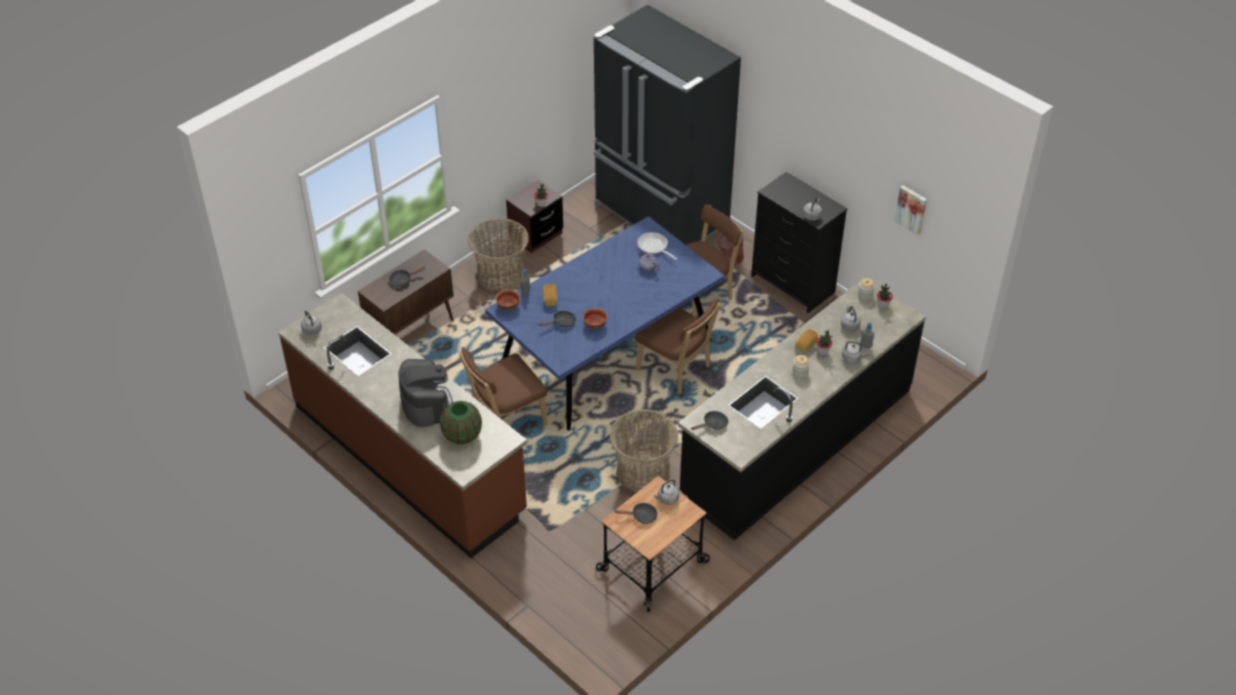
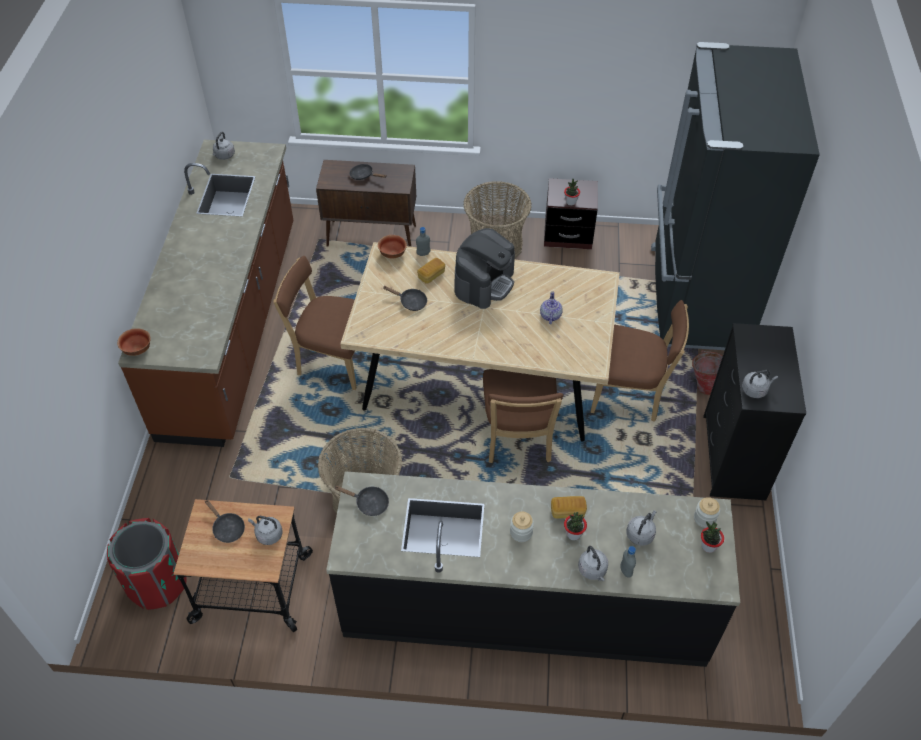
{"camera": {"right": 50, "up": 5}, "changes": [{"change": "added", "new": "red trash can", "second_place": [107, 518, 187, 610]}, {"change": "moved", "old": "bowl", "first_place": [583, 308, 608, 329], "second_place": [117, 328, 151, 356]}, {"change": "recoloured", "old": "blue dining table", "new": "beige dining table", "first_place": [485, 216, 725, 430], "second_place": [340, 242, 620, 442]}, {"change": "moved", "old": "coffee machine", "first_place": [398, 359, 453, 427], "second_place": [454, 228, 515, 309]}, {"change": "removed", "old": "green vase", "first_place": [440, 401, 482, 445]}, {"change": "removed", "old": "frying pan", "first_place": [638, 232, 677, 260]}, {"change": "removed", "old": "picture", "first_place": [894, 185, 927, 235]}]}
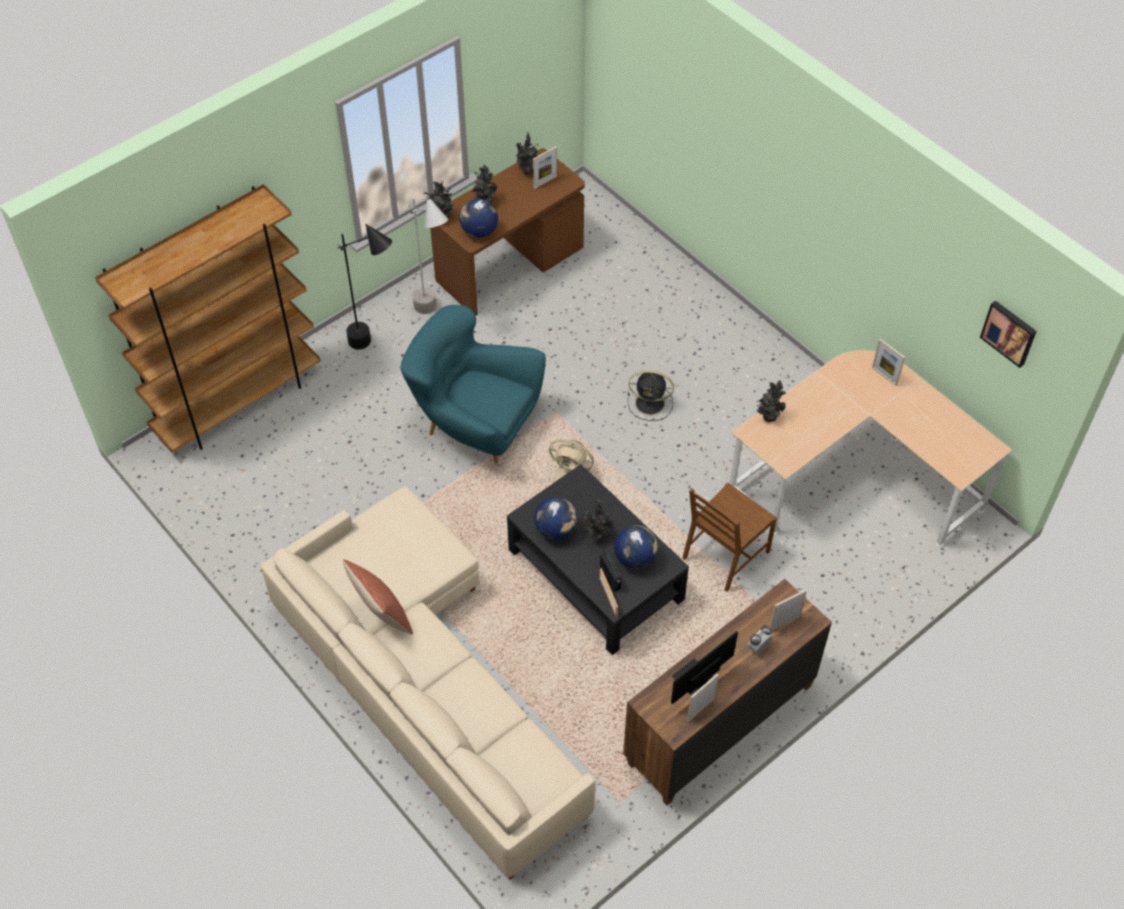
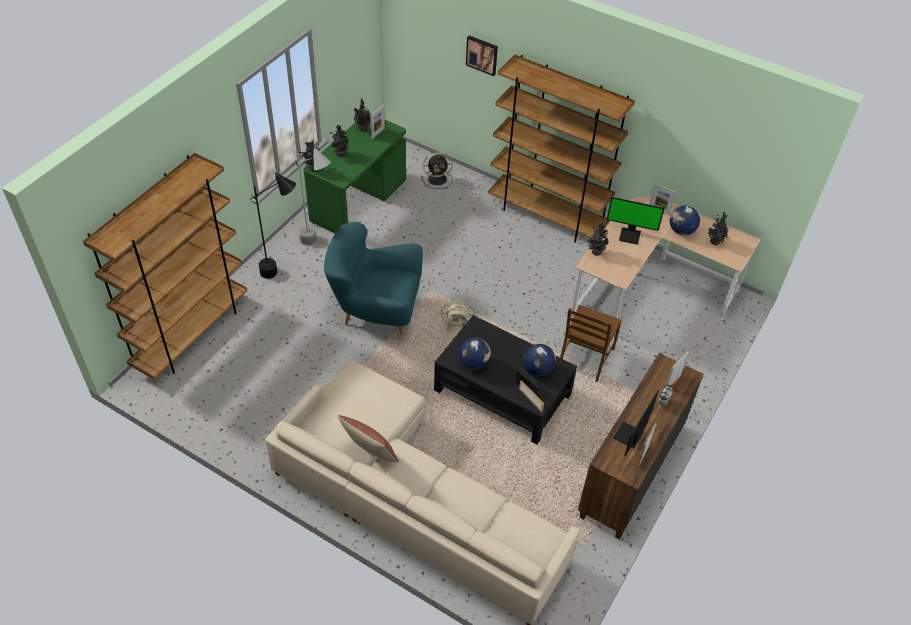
{"camera": {"right": -20, "up": -5}, "changes": [{"change": "recoloured", "old": "brown desk", "new": "green desk", "first_place": [430, 148, 585, 316], "second_place": [303, 113, 406, 234]}, {"change": "moved", "old": "black fan", "first_place": [628, 370, 674, 421], "second_place": [421, 153, 453, 189]}, {"change": "moved", "old": "picture", "first_place": [980, 301, 1037, 368], "second_place": [466, 36, 498, 76]}, {"change": "added", "new": "brown bookcase", "second_place": [488, 54, 635, 243]}, {"change": "added", "new": "monitor", "second_place": [607, 197, 664, 245]}, {"change": "moved", "old": "globe", "first_place": [460, 199, 498, 238], "second_place": [670, 206, 700, 235]}, {"change": "moved", "old": "potted plant", "first_place": [583, 500, 614, 541], "second_place": [708, 212, 730, 245]}]}
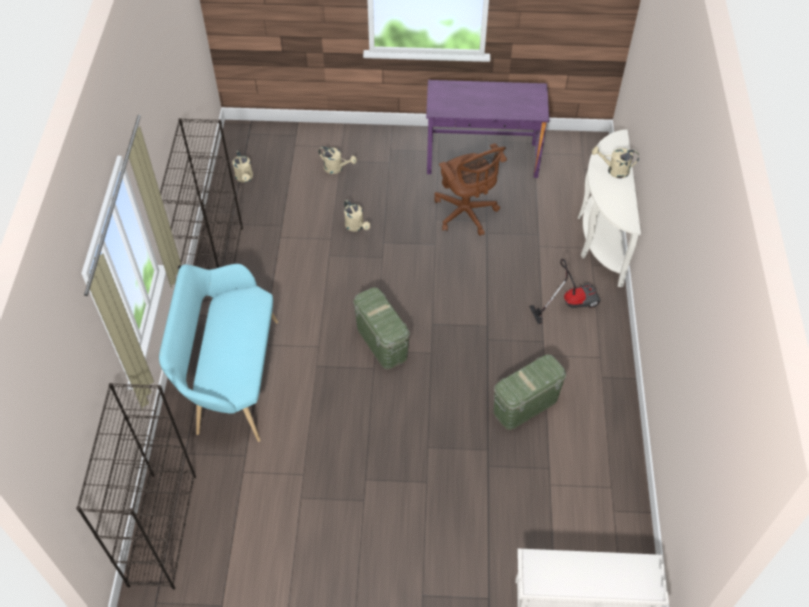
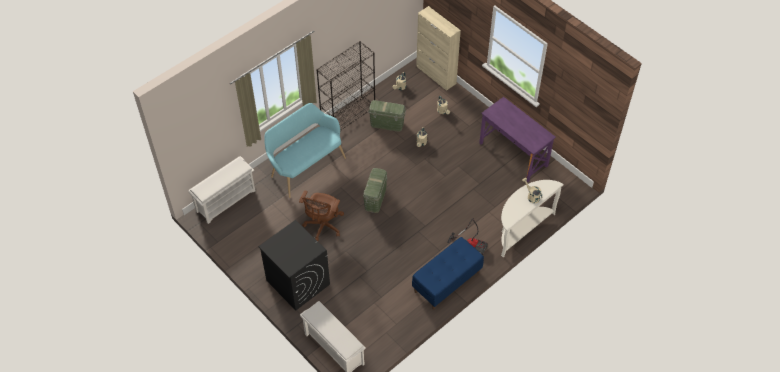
{"camera": {"right": 45, "up": 0}, "changes": [{"change": "replaced", "old": "black bookcase", "new": "white shoe rack", "first_place": [76, 383, 196, 590], "second_place": [188, 156, 255, 224]}, {"change": "added", "new": "black washing machine", "second_place": [258, 220, 330, 310]}, {"change": "moved", "old": "brown office chair", "first_place": [434, 143, 507, 236], "second_place": [299, 190, 344, 241]}, {"change": "moved", "old": "green storage box", "first_place": [493, 354, 566, 430], "second_place": [368, 100, 406, 132]}, {"change": "added", "new": "blue bench", "second_place": [412, 237, 484, 310]}, {"change": "added", "new": "beige cabinet", "second_place": [416, 6, 461, 91]}]}
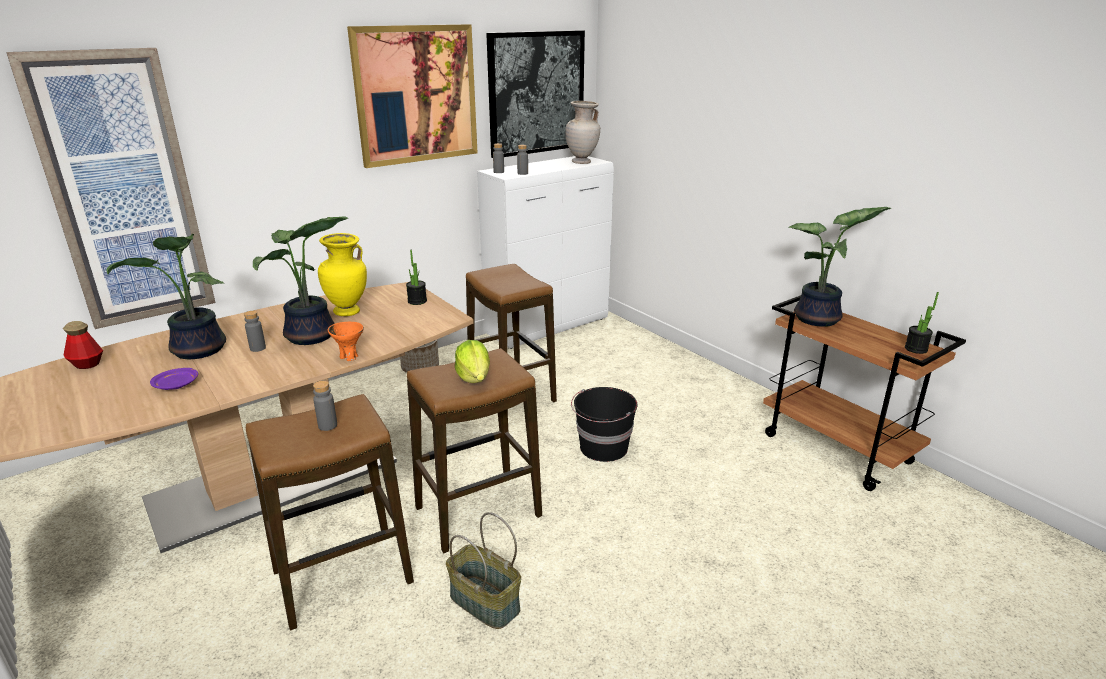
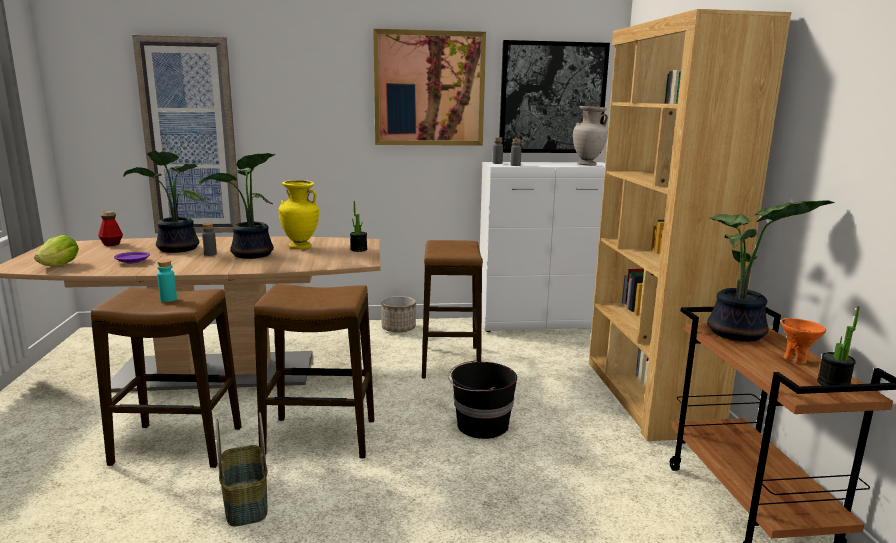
{"camera": {"right": 30, "up": -10}, "changes": [{"change": "moved", "old": "lettuce", "first_place": [455, 340, 490, 383], "second_place": [34, 235, 79, 266]}, {"change": "recoloured", "old": "grey bottle", "new": "turquoise bottle", "first_place": [313, 381, 337, 431], "second_place": [157, 260, 177, 302]}, {"change": "added", "new": "brown bookcase", "second_place": [589, 9, 791, 441]}, {"change": "moved", "old": "orange bowl", "first_place": [328, 322, 364, 361], "second_place": [781, 318, 826, 364]}]}
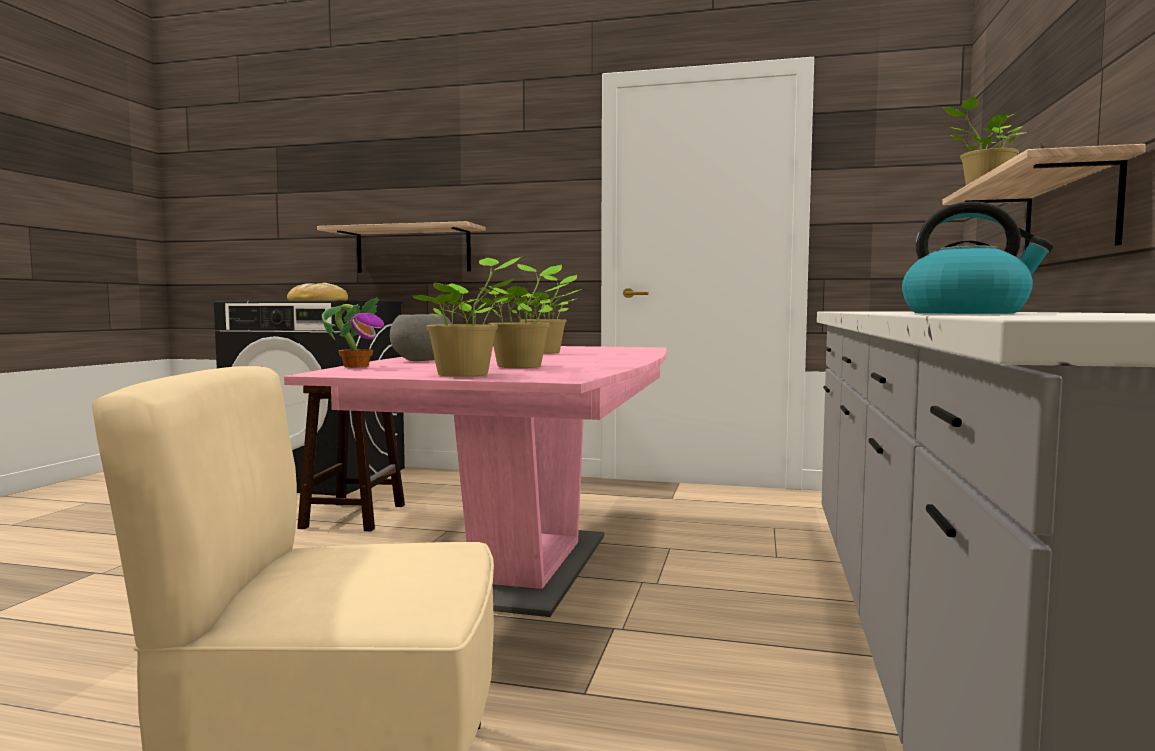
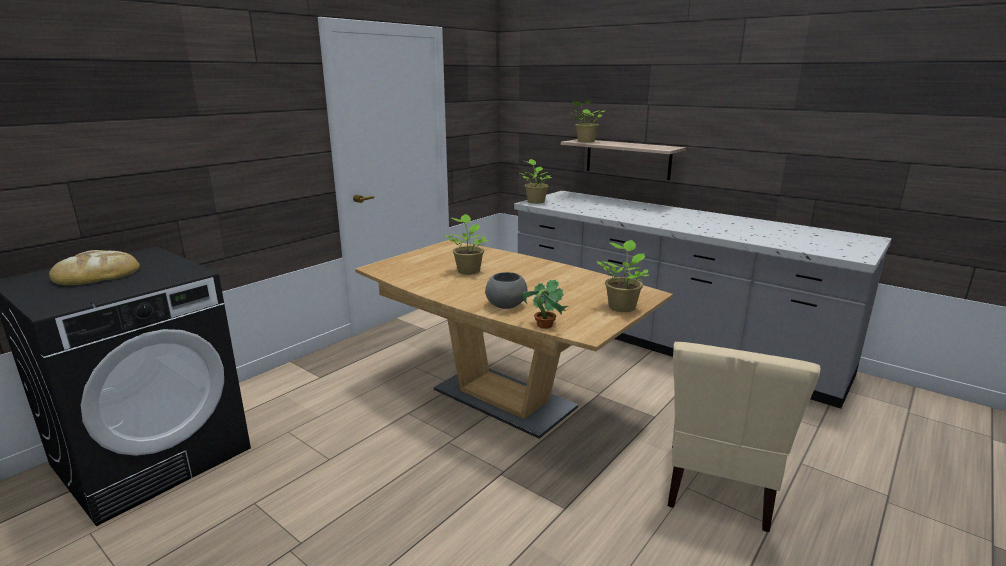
{"camera": {"right": -65, "up": 15}, "changes": [{"change": "recoloured", "old": "pink dining table", "new": "brown dining table", "first_place": [284, 346, 667, 617], "second_place": [355, 240, 673, 439]}, {"change": "moved", "old": "potted plant", "first_place": [479, 264, 569, 368], "second_place": [520, 159, 552, 204]}, {"change": "removed", "old": "brown stool", "first_place": [297, 386, 405, 531]}, {"change": "removed", "old": "shelf", "first_place": [317, 221, 486, 273]}, {"change": "removed", "old": "kettle", "first_place": [902, 201, 1054, 314]}]}
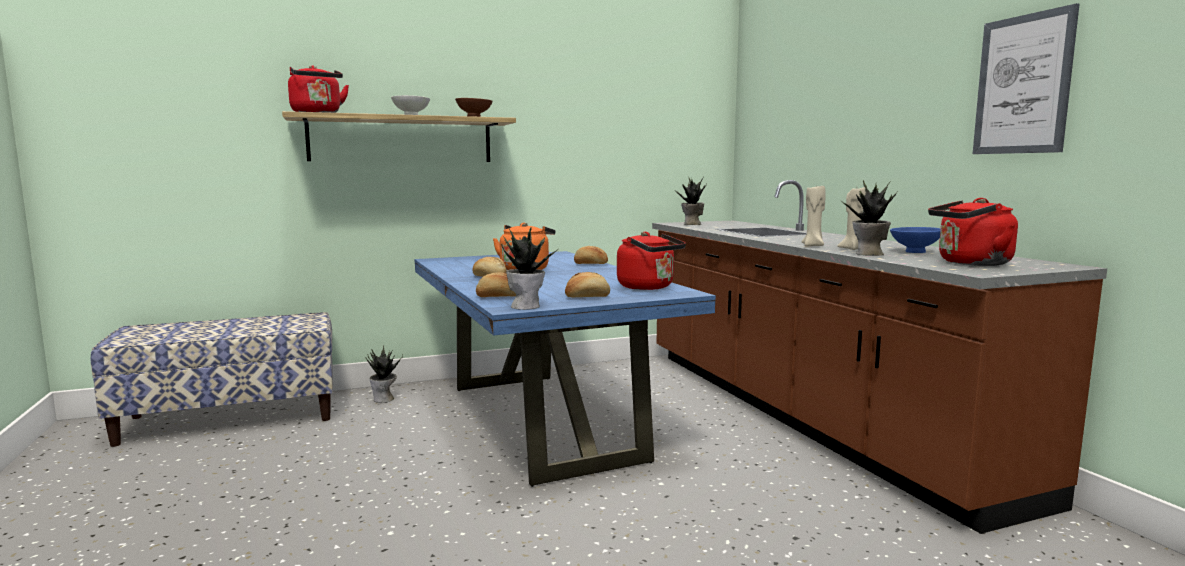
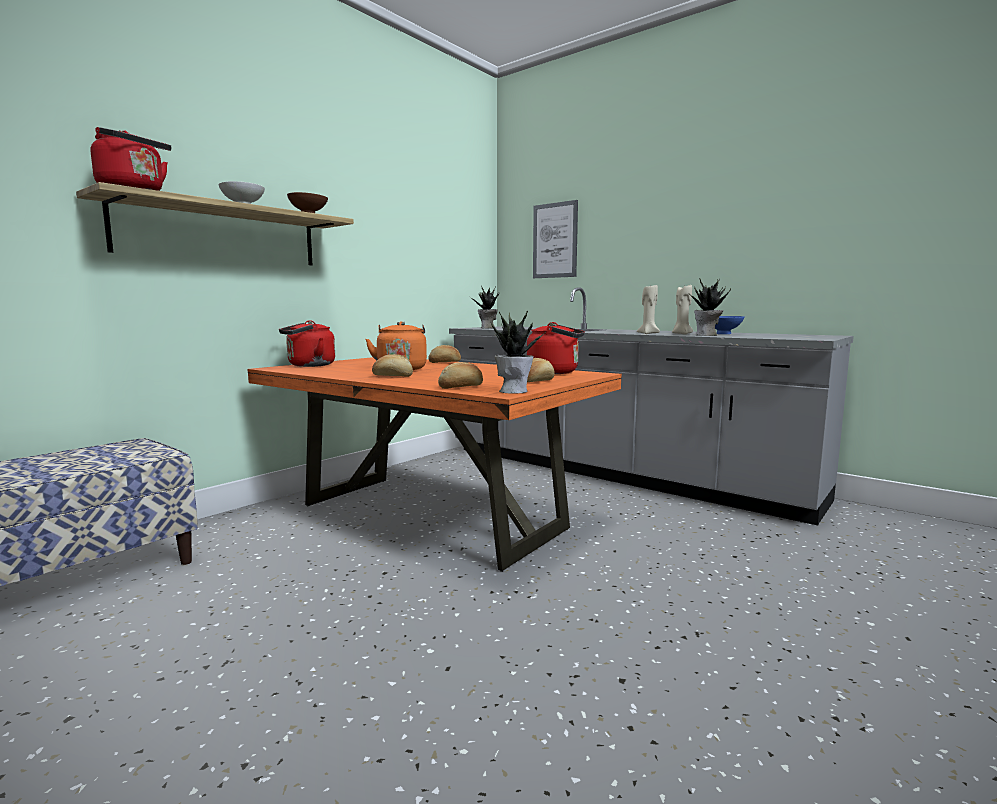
{"camera": {"right": -30, "up": 0}, "changes": [{"change": "recoloured", "old": "blue dining table", "new": "orange dining table", "first_place": [415, 251, 716, 487], "second_place": [247, 357, 622, 572]}, {"change": "moved", "old": "red kettle", "first_place": [928, 198, 1018, 266], "second_place": [279, 320, 335, 367]}, {"change": "recoloured", "old": "brown counter", "new": "grey counter", "first_place": [652, 180, 1107, 534], "second_place": [449, 287, 854, 525]}, {"change": "moved", "old": "picture", "first_place": [973, 3, 1079, 154], "second_place": [533, 200, 578, 278]}, {"change": "removed", "old": "potted plant", "first_place": [366, 345, 403, 403]}]}
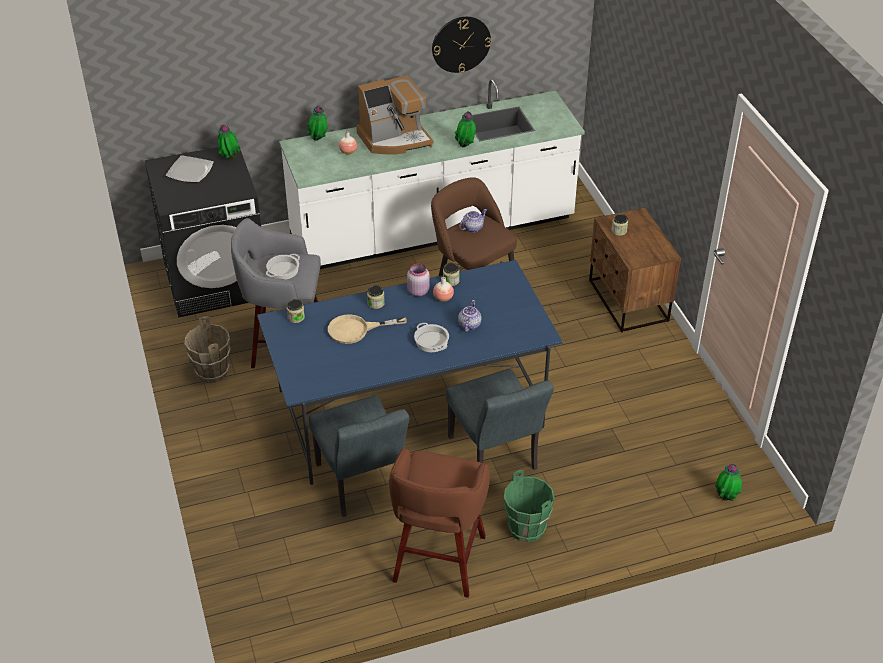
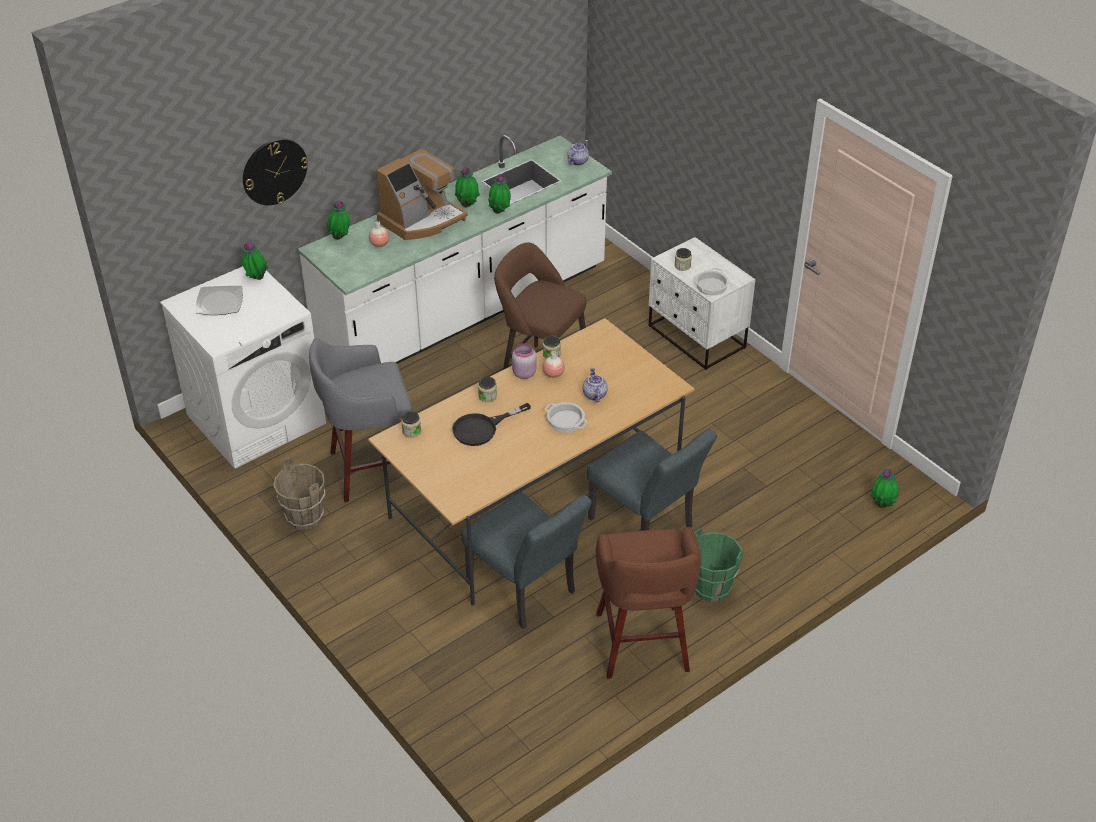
{"camera": {"right": -20, "up": 0}, "changes": [{"change": "recoloured", "old": "black washing machine", "new": "white washing machine", "first_place": [144, 147, 261, 318], "second_place": [160, 266, 326, 469]}, {"change": "moved", "old": "wall clock", "first_place": [432, 17, 491, 73], "second_place": [243, 139, 308, 205]}, {"change": "recoloured", "old": "blue dining table", "new": "beige dining table", "first_place": [257, 260, 563, 485], "second_place": [368, 318, 694, 606]}, {"change": "recoloured", "old": "beige frying pan", "new": "black frying pan", "first_place": [328, 314, 407, 344], "second_place": [452, 403, 531, 446]}, {"change": "added", "new": "potted plant", "second_place": [455, 167, 480, 208]}, {"change": "moved", "old": "teapot", "first_place": [459, 209, 487, 233], "second_place": [567, 140, 589, 165]}, {"change": "recoloured", "old": "brown nightstand", "new": "white nightstand", "first_place": [589, 208, 681, 332], "second_place": [649, 237, 755, 370]}, {"change": "moved", "old": "cooking pot", "first_place": [266, 254, 300, 279], "second_place": [696, 268, 729, 296]}]}
